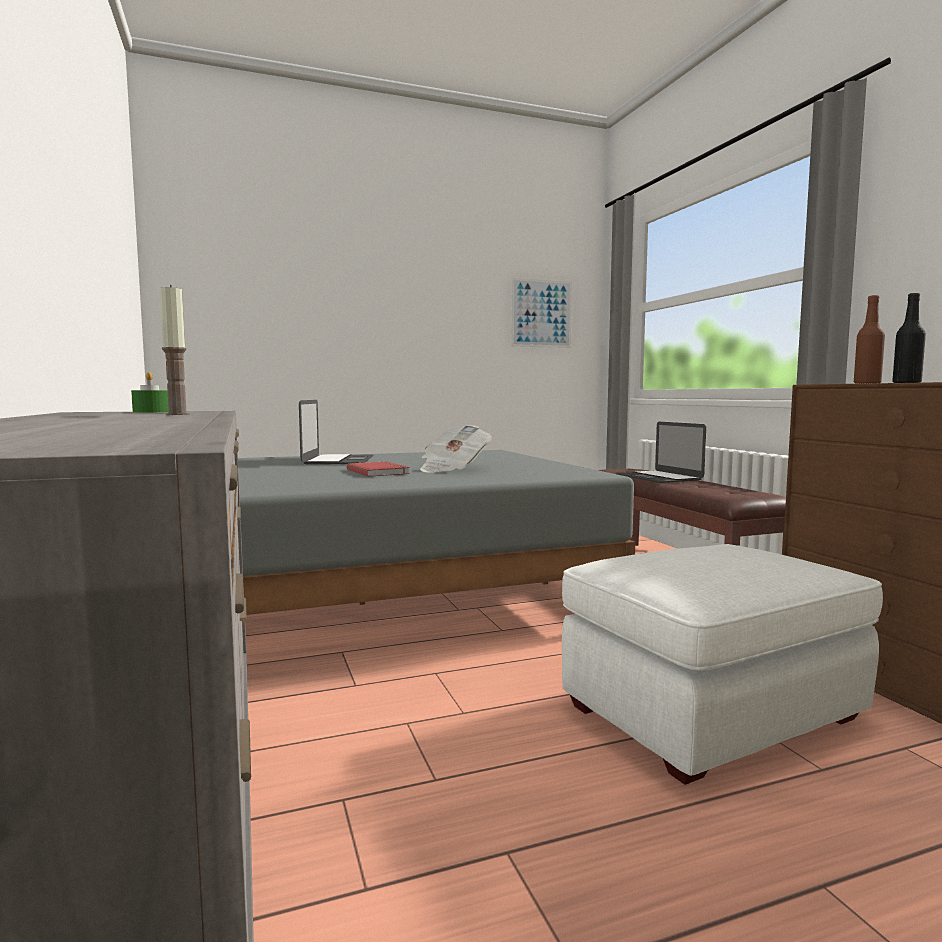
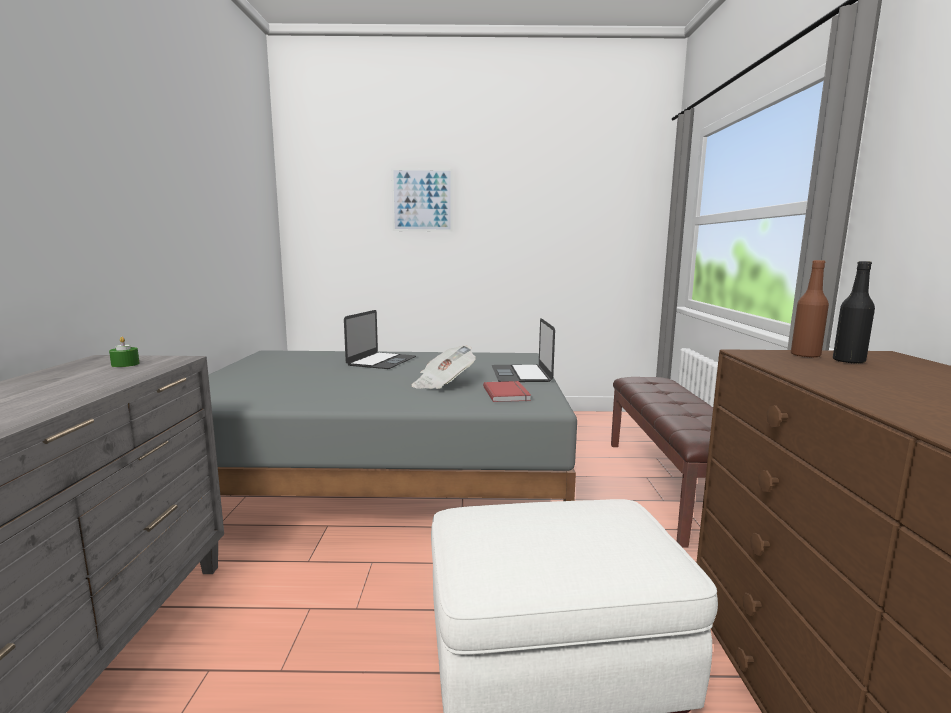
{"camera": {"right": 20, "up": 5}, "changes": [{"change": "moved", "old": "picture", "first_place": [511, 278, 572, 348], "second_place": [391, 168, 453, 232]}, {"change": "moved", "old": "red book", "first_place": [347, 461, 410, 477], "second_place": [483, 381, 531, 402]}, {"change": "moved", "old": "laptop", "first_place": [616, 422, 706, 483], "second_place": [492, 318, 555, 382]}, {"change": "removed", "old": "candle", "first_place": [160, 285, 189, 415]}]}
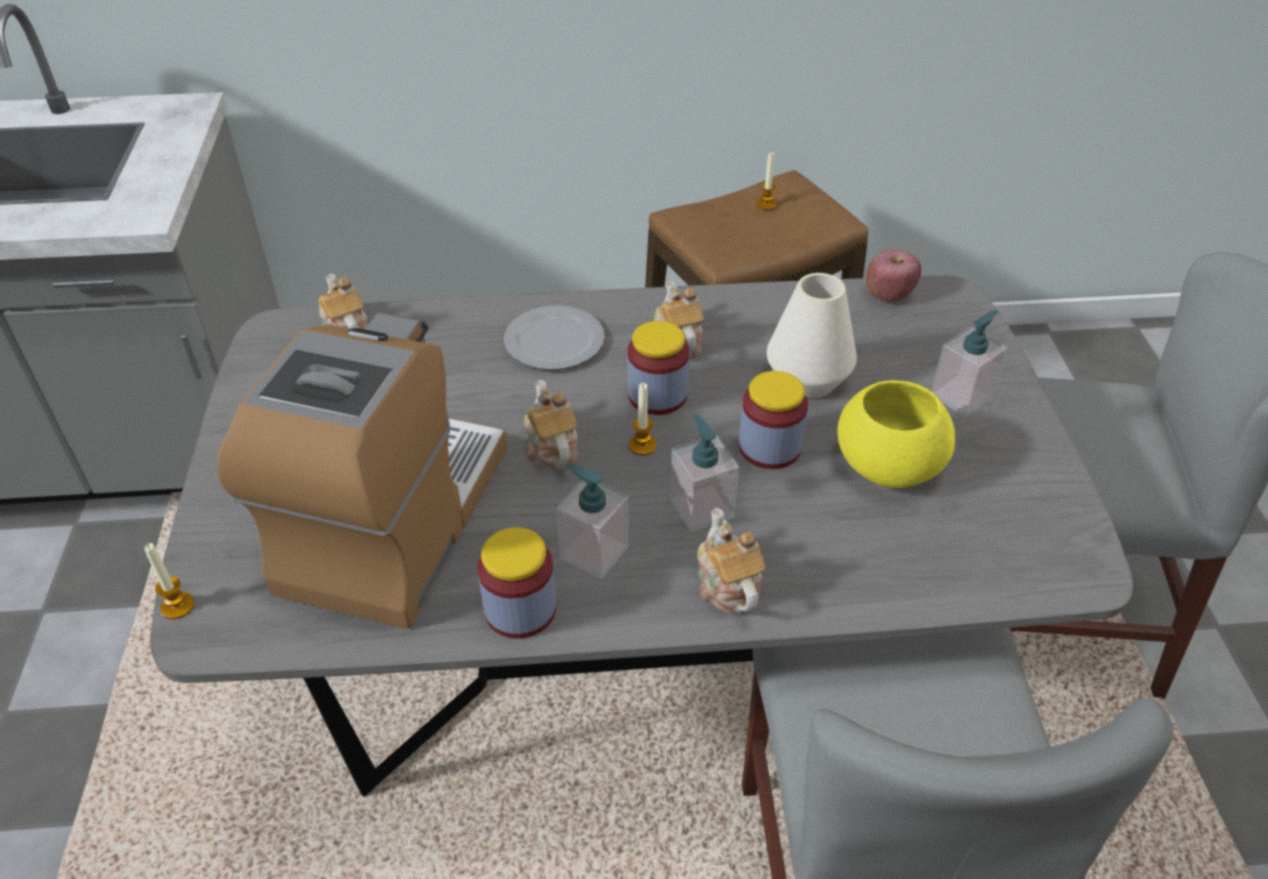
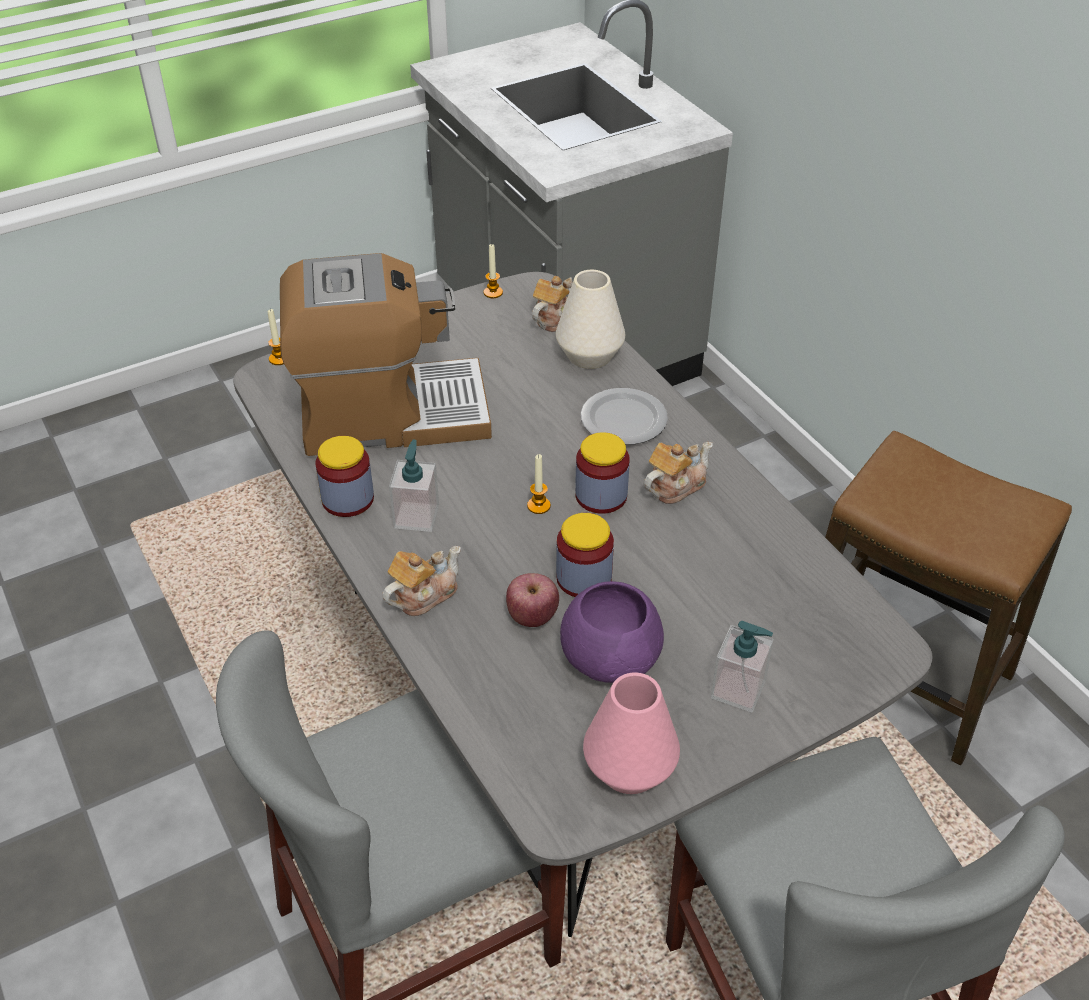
{"camera": {"right": 65, "up": 0}, "changes": [{"change": "moved", "old": "candle", "first_place": [757, 151, 777, 210], "second_place": [484, 243, 503, 298]}, {"change": "moved", "old": "apple", "first_place": [866, 249, 921, 302], "second_place": [506, 573, 559, 627]}, {"change": "moved", "old": "white vase", "first_place": [767, 273, 857, 399], "second_place": [556, 270, 625, 369]}, {"change": "recoloured", "old": "yellow bowl", "new": "purple bowl", "first_place": [838, 380, 955, 488], "second_place": [560, 581, 664, 683]}, {"change": "added", "new": "pink vase", "second_place": [583, 672, 680, 794]}, {"change": "removed", "old": "teapot", "first_place": [524, 380, 578, 470]}, {"change": "removed", "old": "soap dispenser", "first_place": [670, 414, 739, 532]}]}
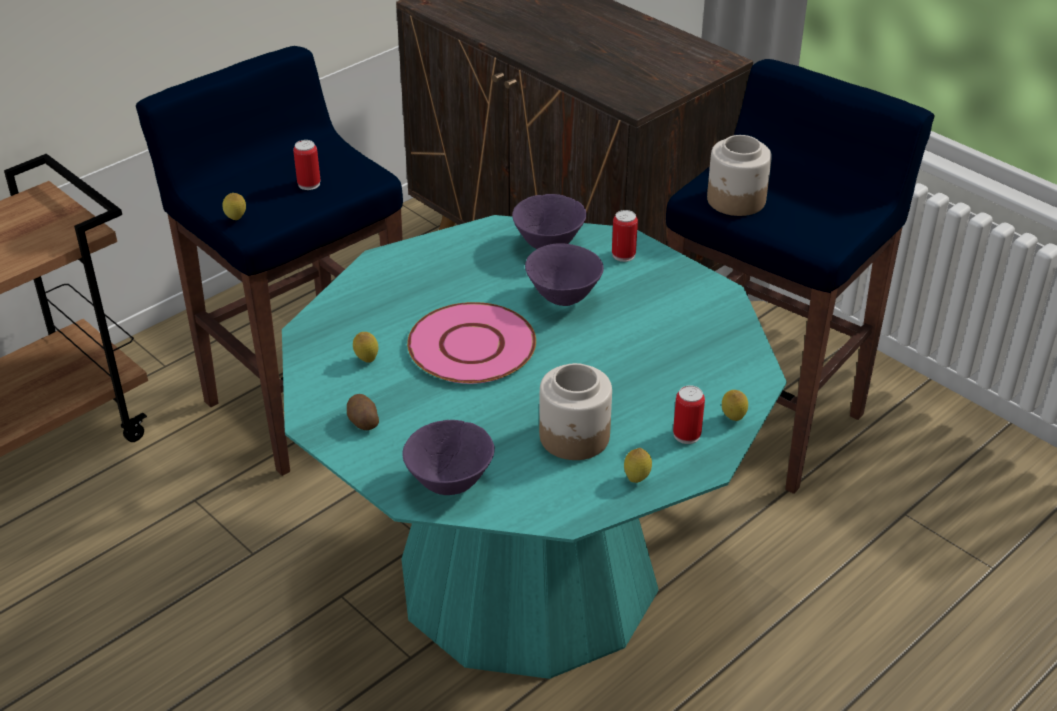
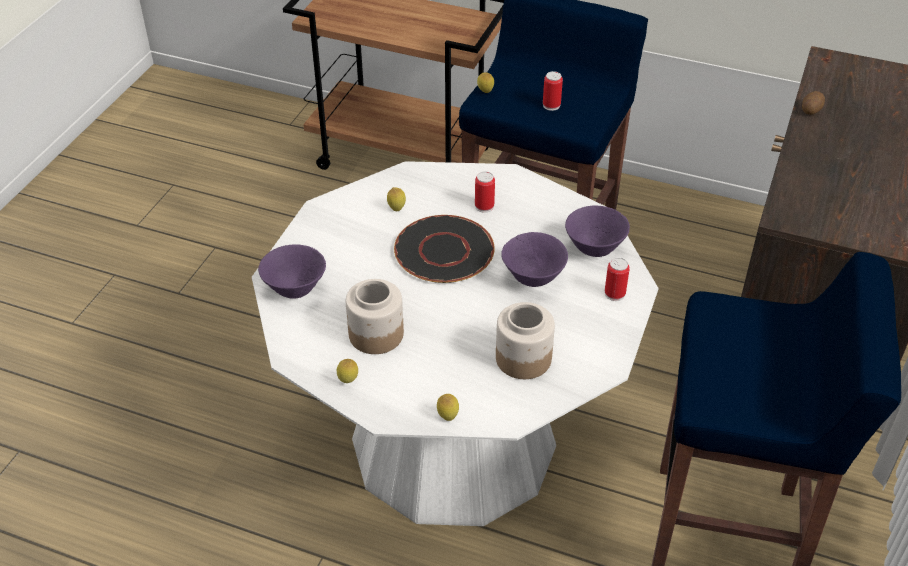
{"camera": {"right": 65, "up": 5}, "changes": [{"change": "recoloured", "old": "turquoise dining table", "new": "white dining table", "first_place": [282, 215, 787, 679], "second_place": [252, 161, 658, 526]}, {"change": "recoloured", "old": "pink plate", "new": "black plate", "first_place": [407, 302, 536, 384], "second_place": [394, 215, 495, 283]}, {"change": "moved", "old": "can", "first_place": [673, 385, 705, 444], "second_place": [475, 171, 495, 213]}, {"change": "moved", "old": "jar", "first_place": [707, 135, 772, 216], "second_place": [496, 302, 555, 379]}, {"change": "moved", "old": "potato", "first_place": [347, 394, 379, 430], "second_place": [802, 91, 825, 115]}]}
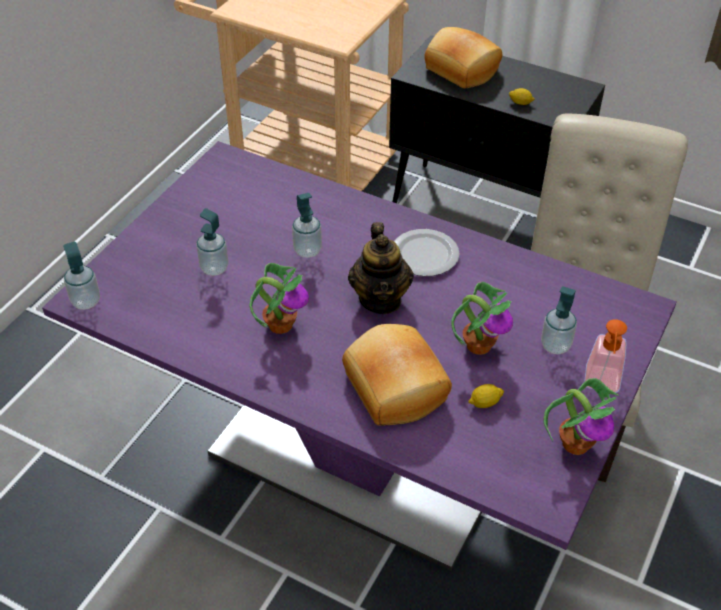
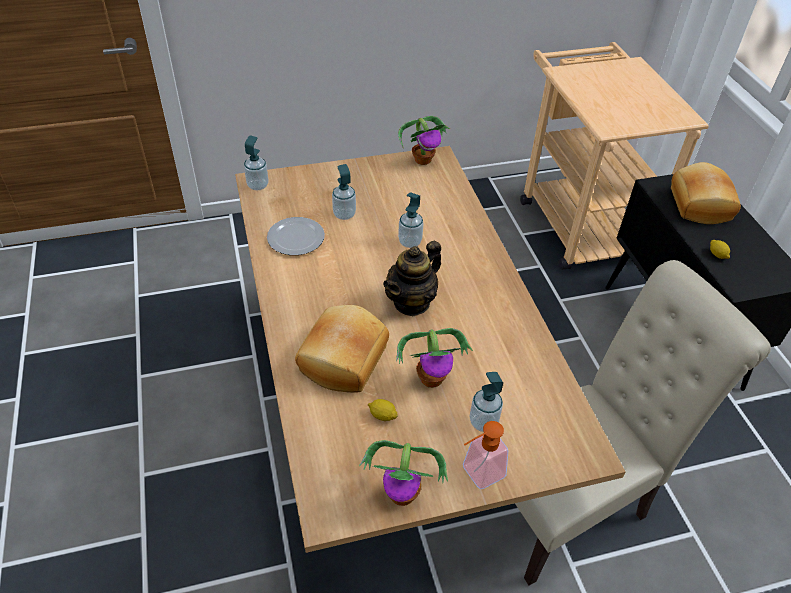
{"camera": {"right": 45, "up": 0}, "changes": [{"change": "recoloured", "old": "purple dining table", "new": "brown dining table", "first_place": [42, 141, 676, 571], "second_place": [235, 146, 626, 553]}, {"change": "moved", "old": "plate", "first_place": [394, 229, 459, 276], "second_place": [267, 217, 325, 255]}, {"change": "moved", "old": "potted plant", "first_place": [250, 263, 309, 334], "second_place": [398, 116, 450, 165]}]}
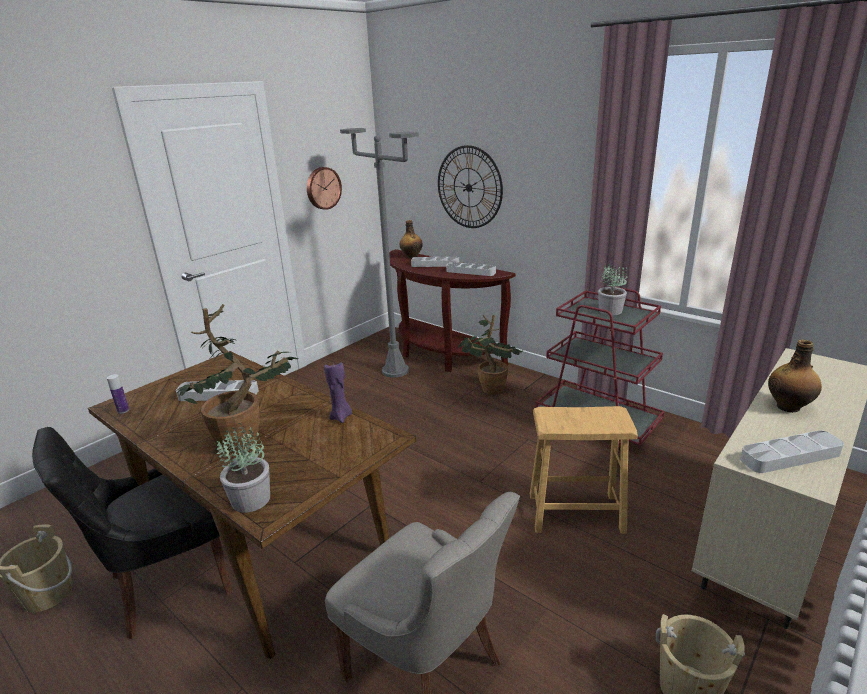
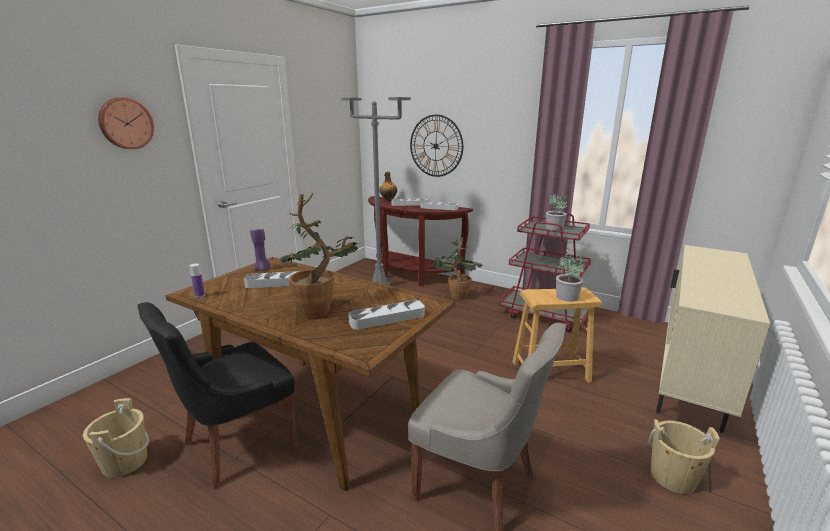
{"camera": {"right": -10, "up": -5}, "changes": [{"change": "moved", "old": "wall clock", "first_place": [307, 167, 342, 210], "second_place": [98, 97, 154, 149]}, {"change": "moved", "old": "purple candle", "first_place": [324, 362, 352, 423], "second_place": [250, 229, 270, 271]}, {"change": "moved", "old": "grey tray", "first_place": [740, 430, 844, 473], "second_place": [349, 300, 425, 330]}, {"change": "moved", "old": "potted plant", "first_place": [216, 423, 270, 513], "second_place": [556, 252, 584, 302]}, {"change": "removed", "old": "bottle", "first_place": [768, 339, 822, 413]}]}
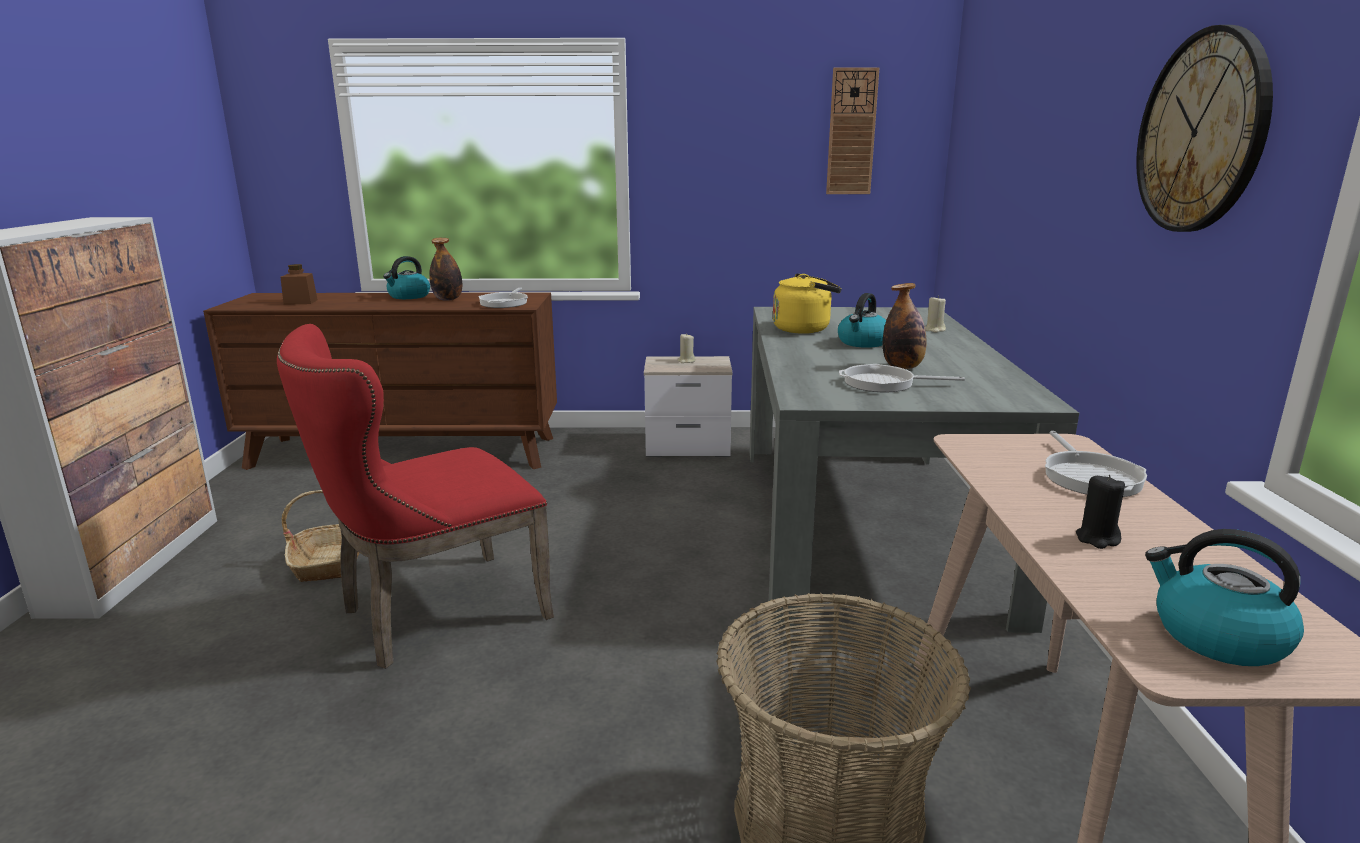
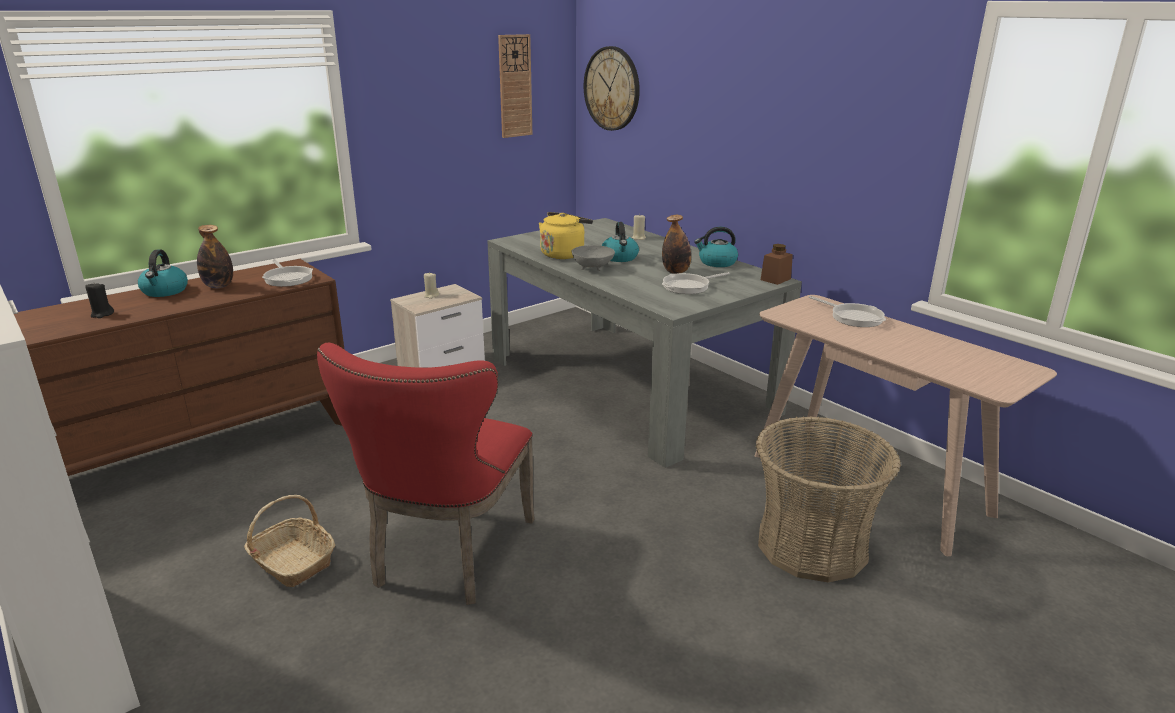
{"camera": {"right": -40, "up": 5}, "changes": [{"change": "moved", "old": "black candle", "first_place": [1076, 475, 1125, 549], "second_place": [85, 282, 114, 318]}, {"change": "added", "new": "grey bowl", "second_place": [572, 245, 615, 271]}, {"change": "moved", "old": "wall clock", "first_place": [1136, 25, 1273, 232], "second_place": [584, 46, 640, 131]}, {"change": "moved", "old": "kettle", "first_place": [1145, 529, 1304, 666], "second_place": [694, 227, 738, 267]}, {"change": "moved", "old": "brown jar", "first_place": [280, 264, 318, 305], "second_place": [761, 244, 793, 285]}]}
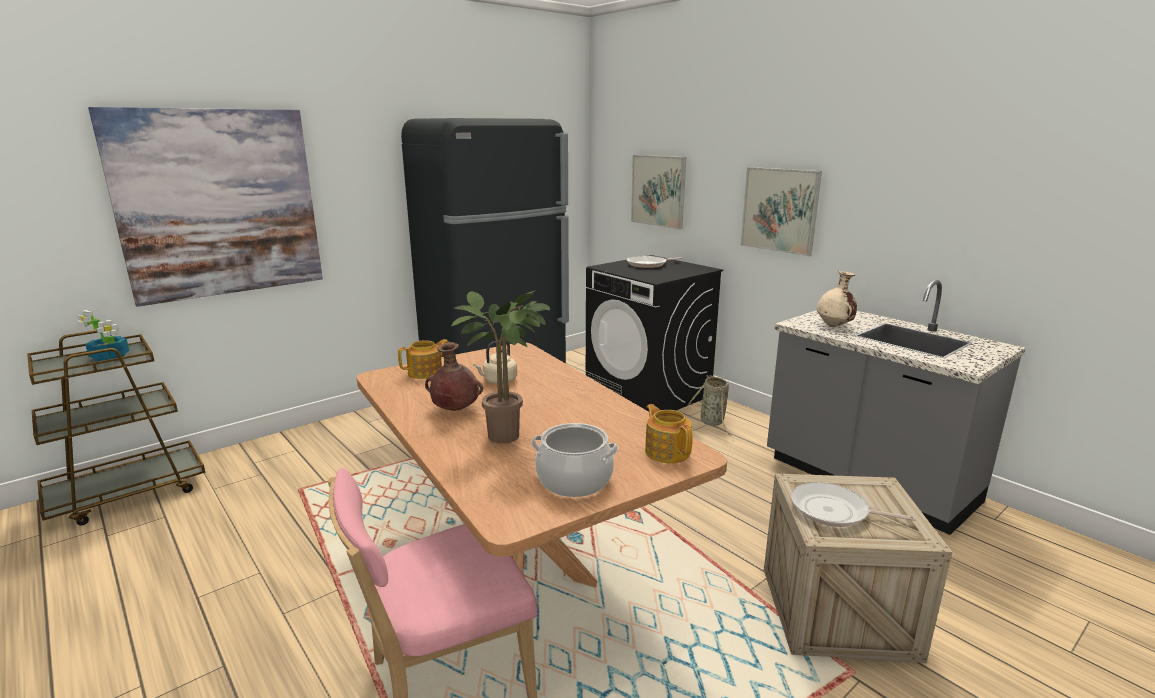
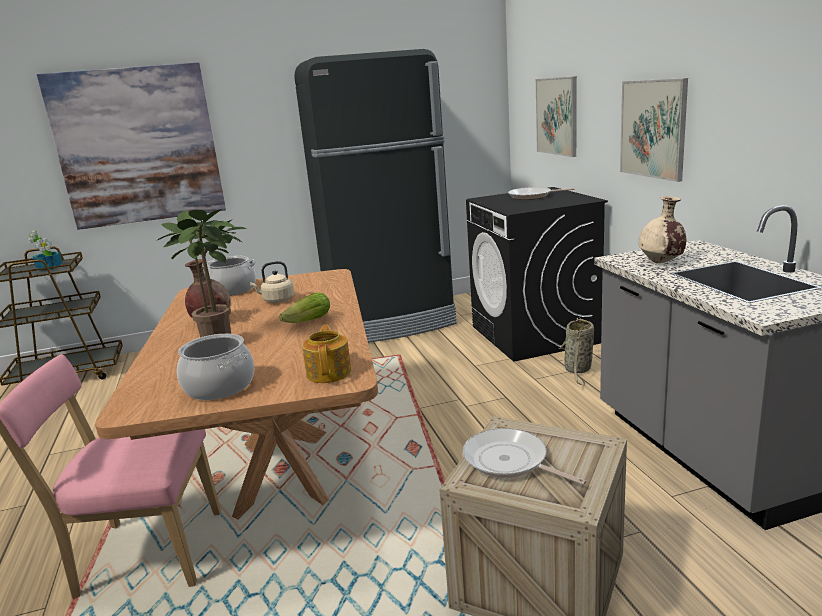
{"camera": {"right": 25, "up": 0}, "changes": [{"change": "replaced", "old": "teapot", "new": "cooking pot", "first_place": [398, 339, 448, 379], "second_place": [203, 256, 256, 296]}, {"change": "added", "new": "lettuce", "second_place": [279, 292, 330, 323]}]}
